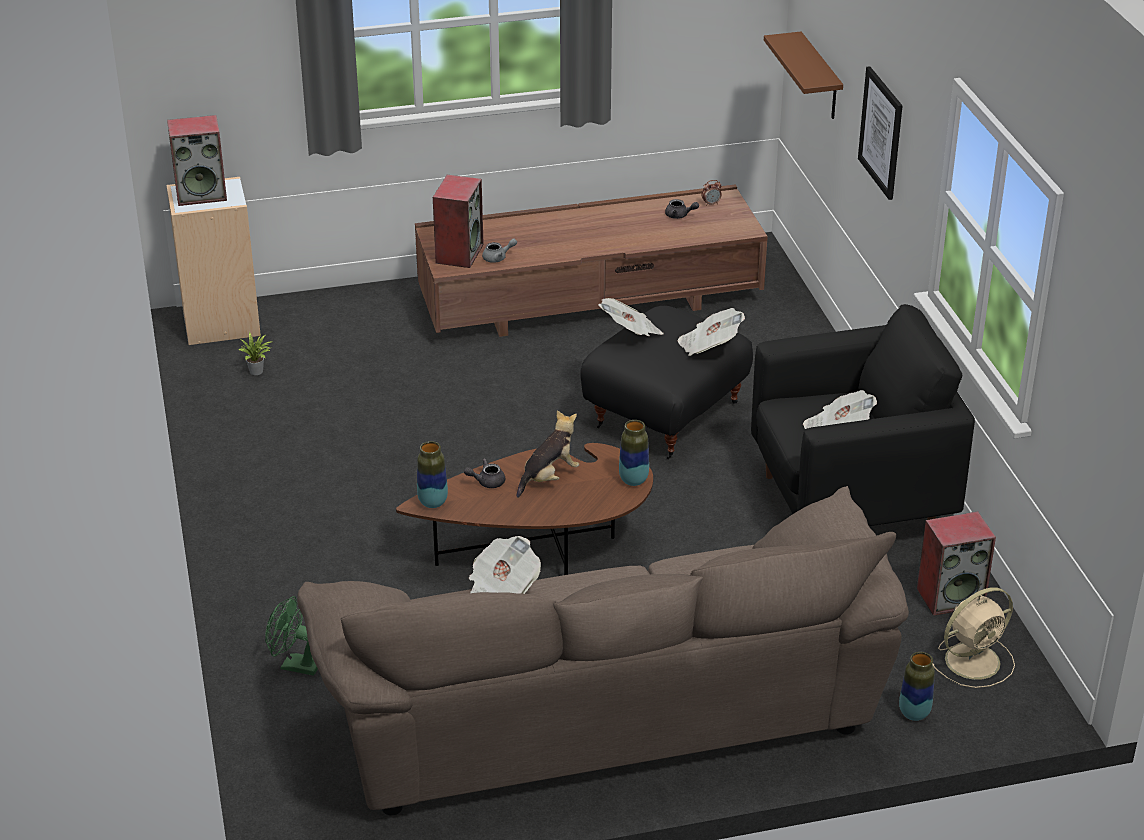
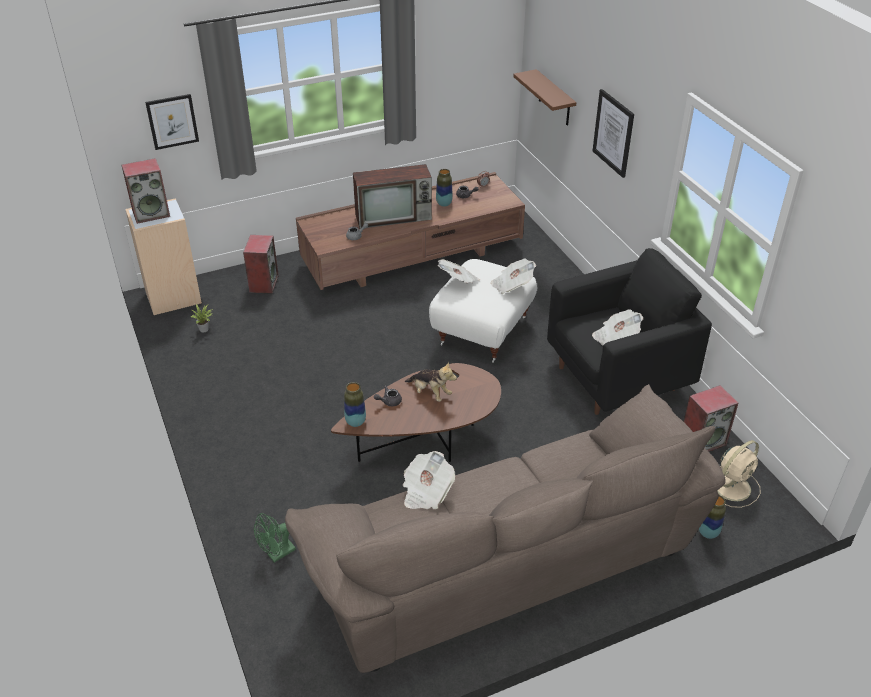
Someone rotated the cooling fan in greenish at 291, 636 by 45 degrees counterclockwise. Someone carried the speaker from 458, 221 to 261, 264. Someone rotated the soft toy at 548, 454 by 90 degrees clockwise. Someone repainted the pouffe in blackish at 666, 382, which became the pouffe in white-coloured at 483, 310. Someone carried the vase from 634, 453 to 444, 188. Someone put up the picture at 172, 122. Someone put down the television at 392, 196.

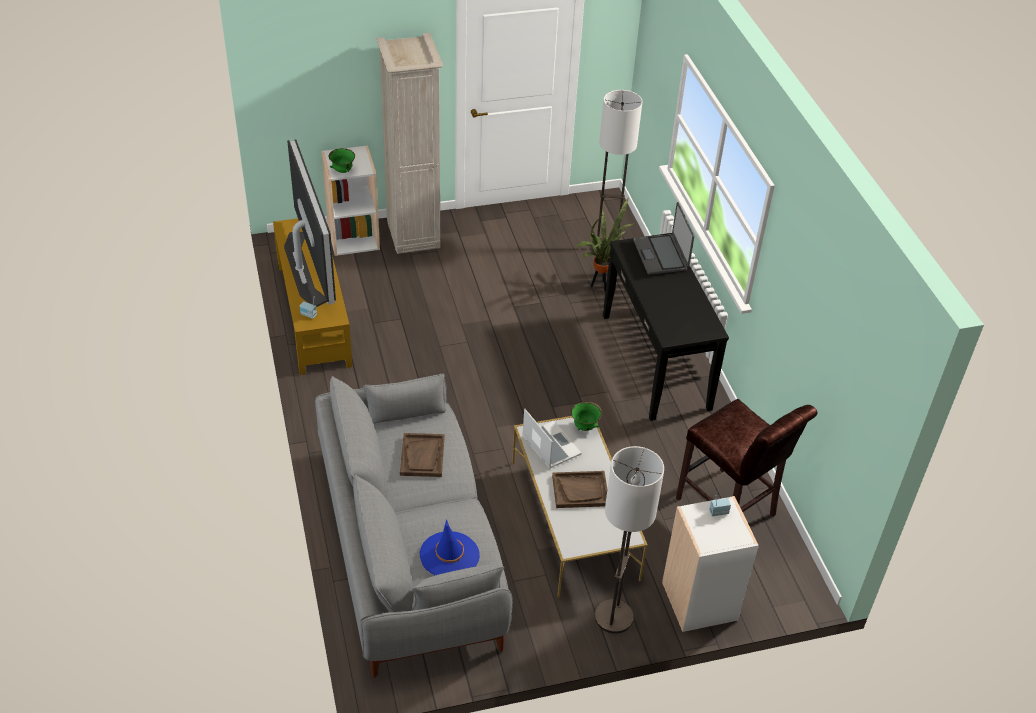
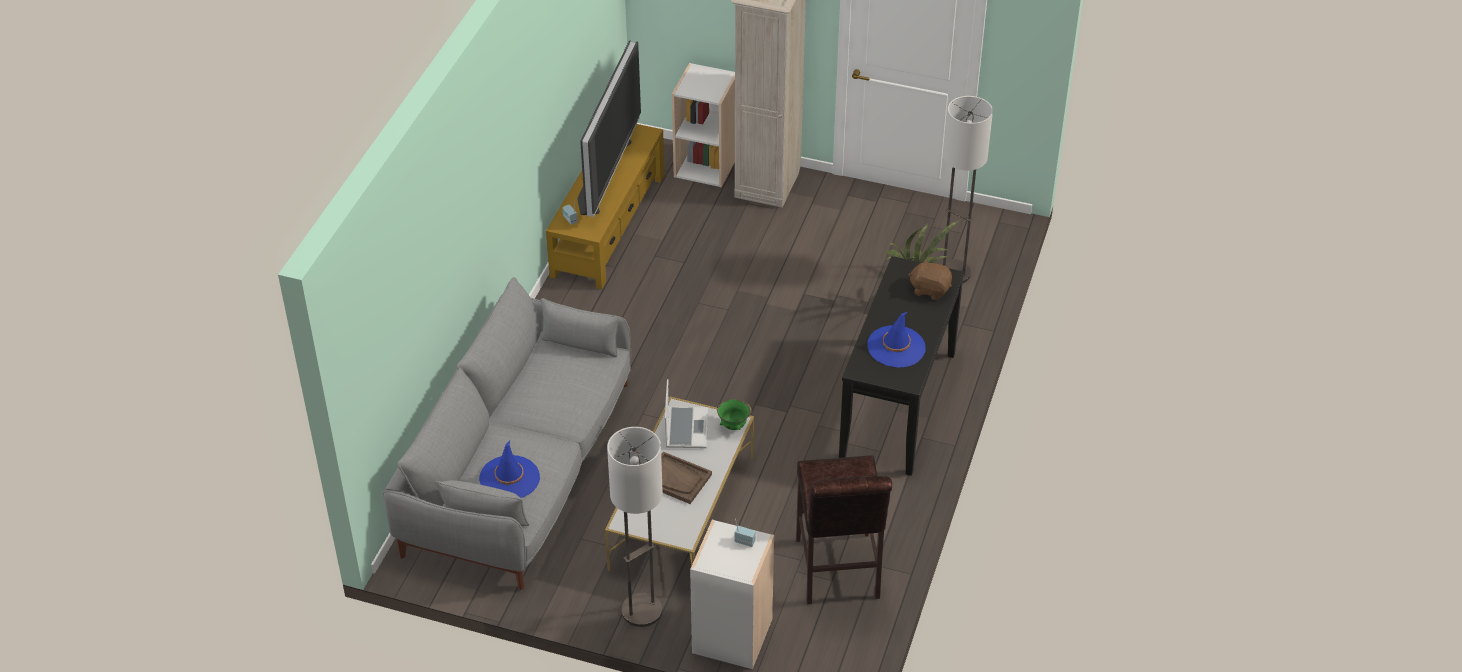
Someone took away the deep dish in greenish at 341, 160. Someone took away the carrying tray in brownish at 422, 455. Someone swapped the portable computer at 664, 238 for the soft toy in brownish at 930, 279. Someone put down the clothing hat in blue-coloured at 896, 340.

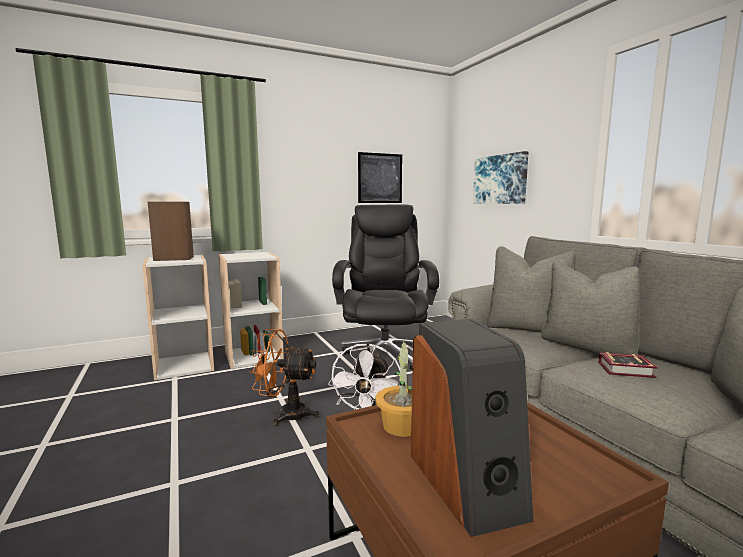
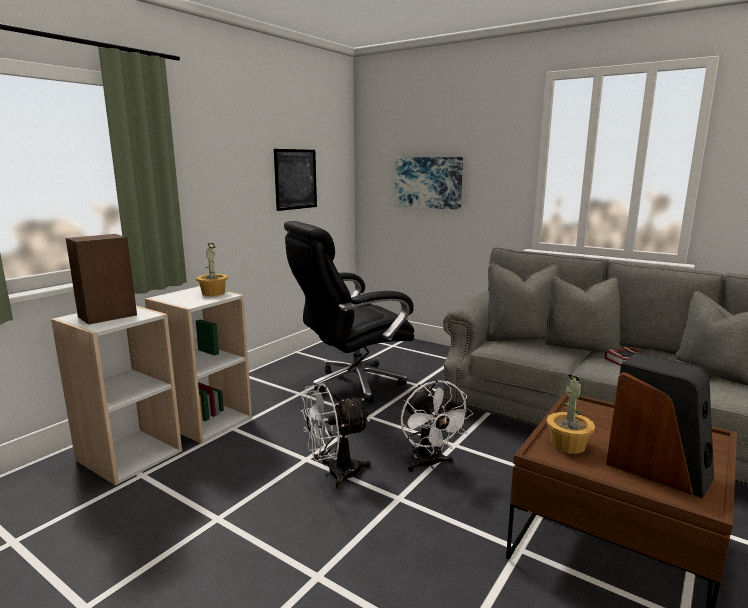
Someone repainted the cooling fan in orange at 284, 377, which became the cooling fan in white-coloured at 336, 436. Someone rotated the office chair in blackish at 385, 287 by 90 degrees counterclockwise. Someone put down the houseplant at 212, 269.

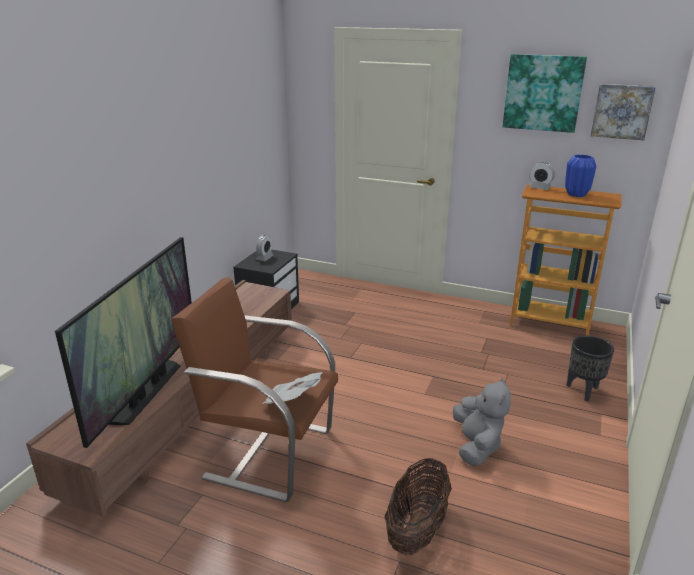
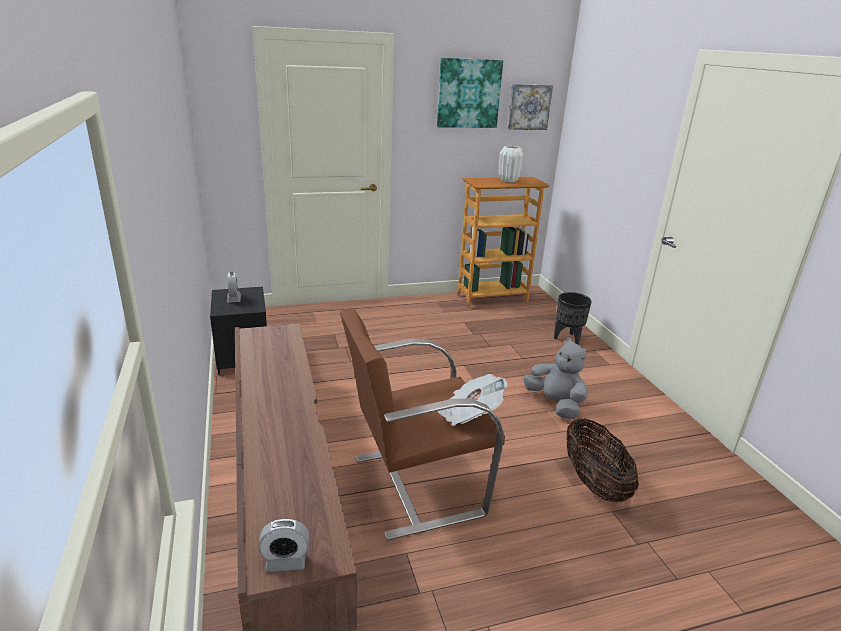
Someone took away the television at 123, 342. Someone carried the bedside clock from 542, 176 to 284, 545. Someone repainted the vase in blue-coloured at 580, 175, which became the vase in white-coloured at 511, 164.

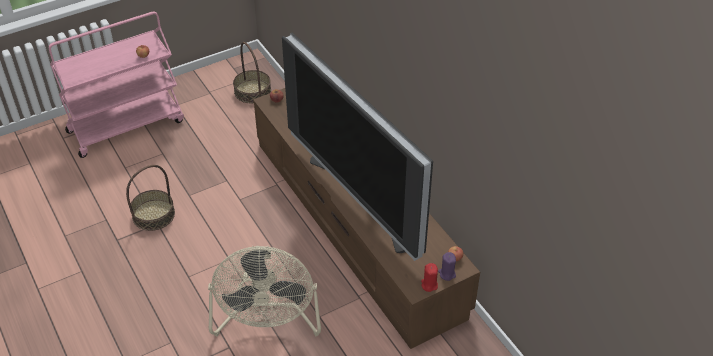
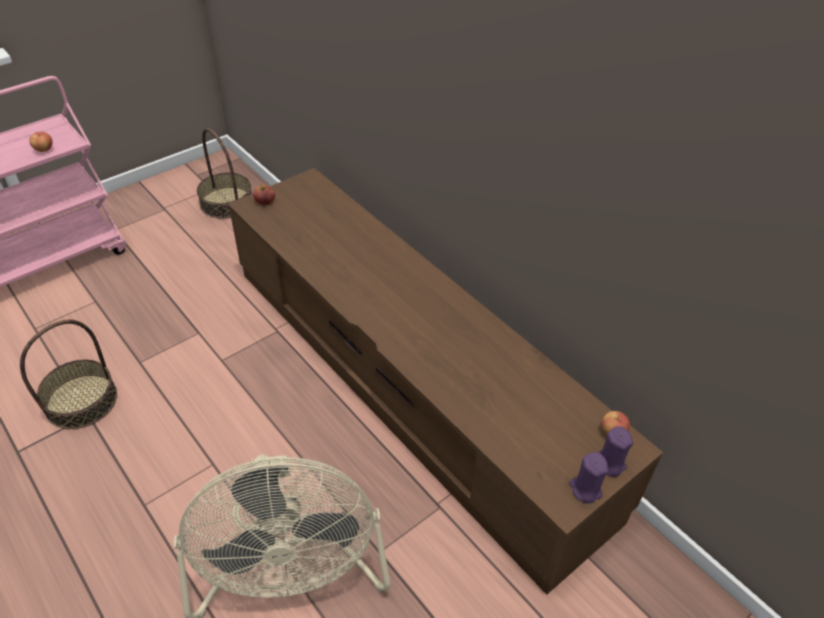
Someone took away the television at 357, 147. Someone repainted the wax candle in reddish at 429, 277, which became the wax candle in purple at 588, 478.

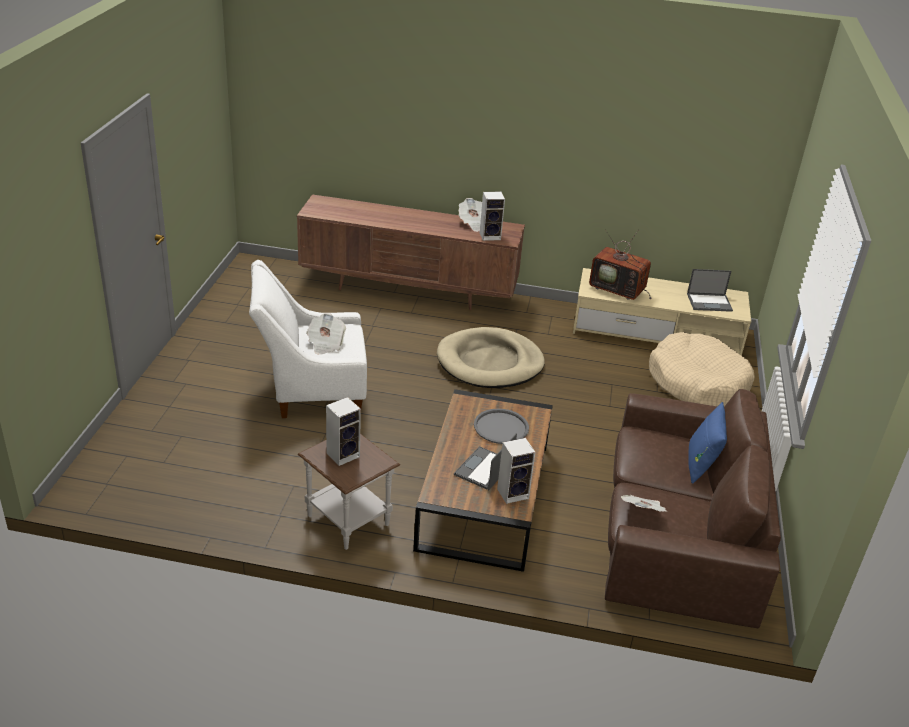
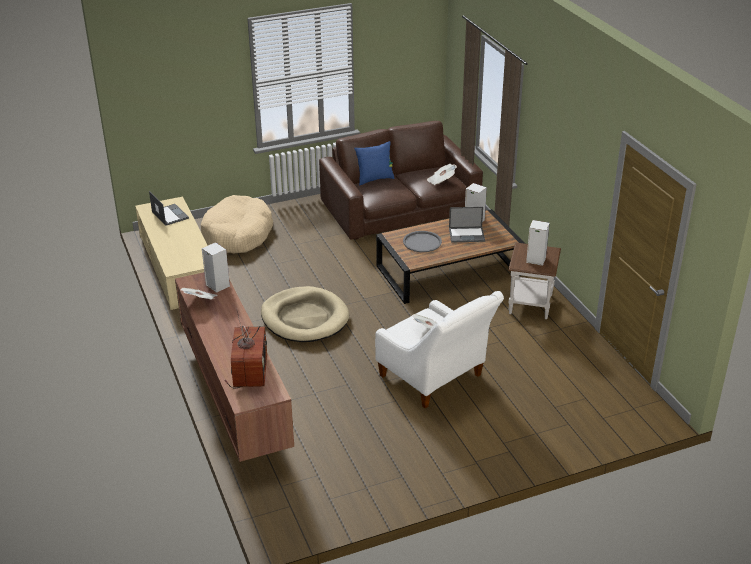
Someone carried the television from 620, 264 to 246, 348.

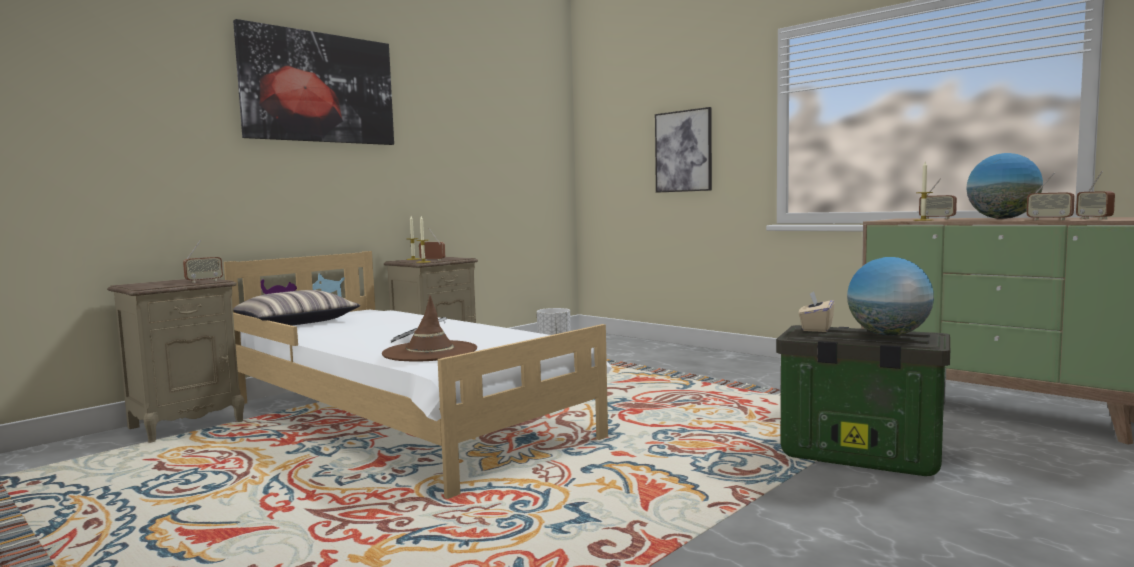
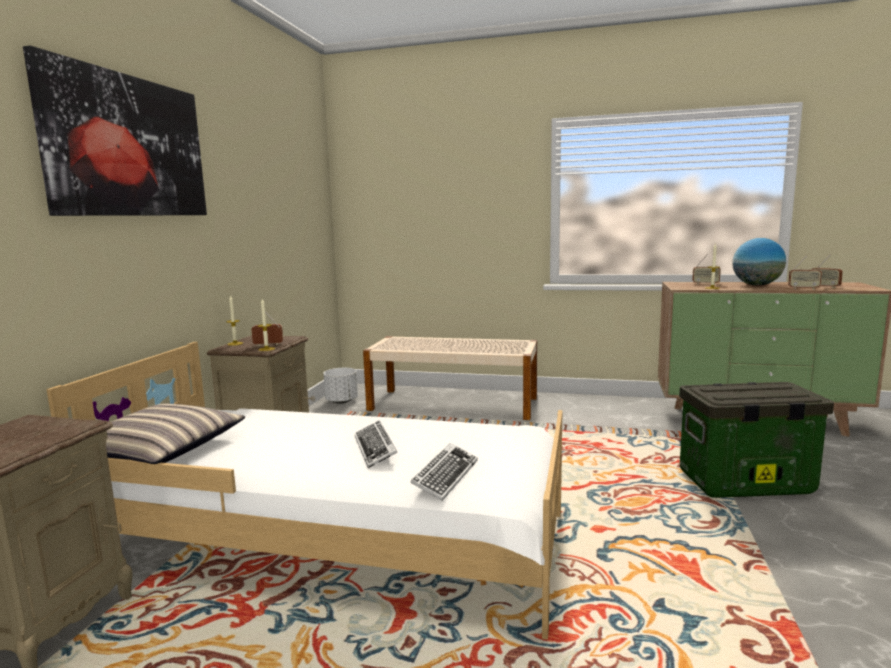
Someone took away the radio at 203, 261. Someone swapped the clothing hat in brownish at 429, 328 for the keyboard at 444, 472. Someone took away the picture at 683, 150. Someone took away the tissue holder in beige-coloured at 816, 311. Someone took away the globe at 890, 296. Someone put down the long seat in beige-coloured at 450, 378.

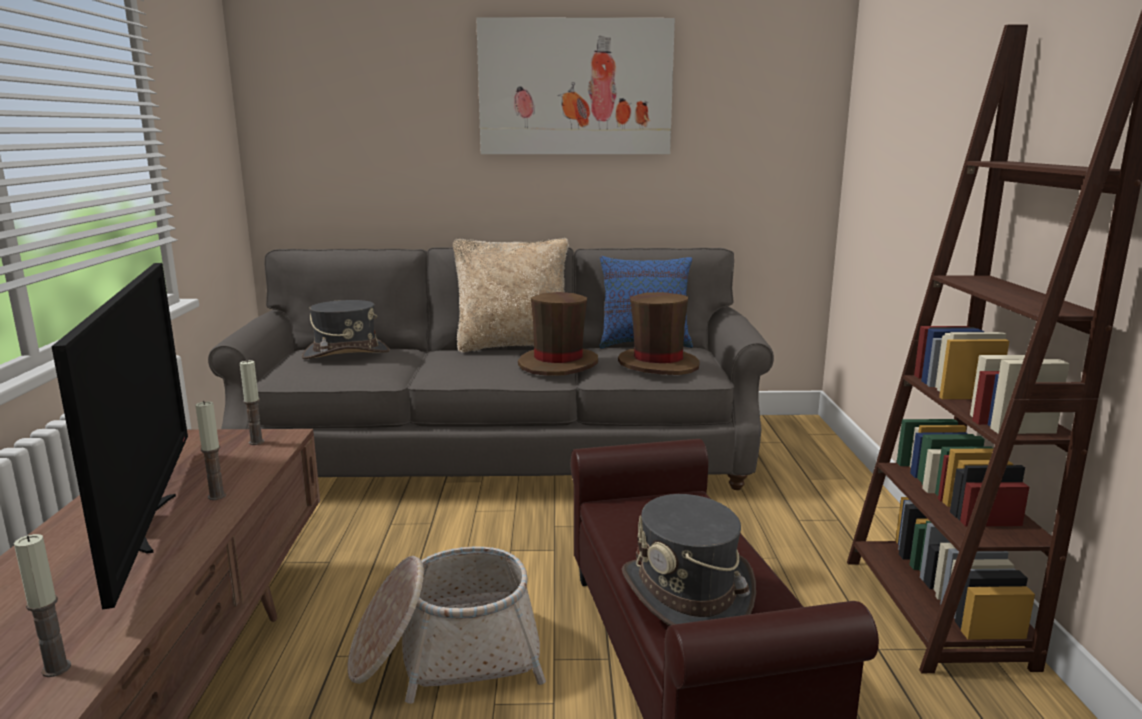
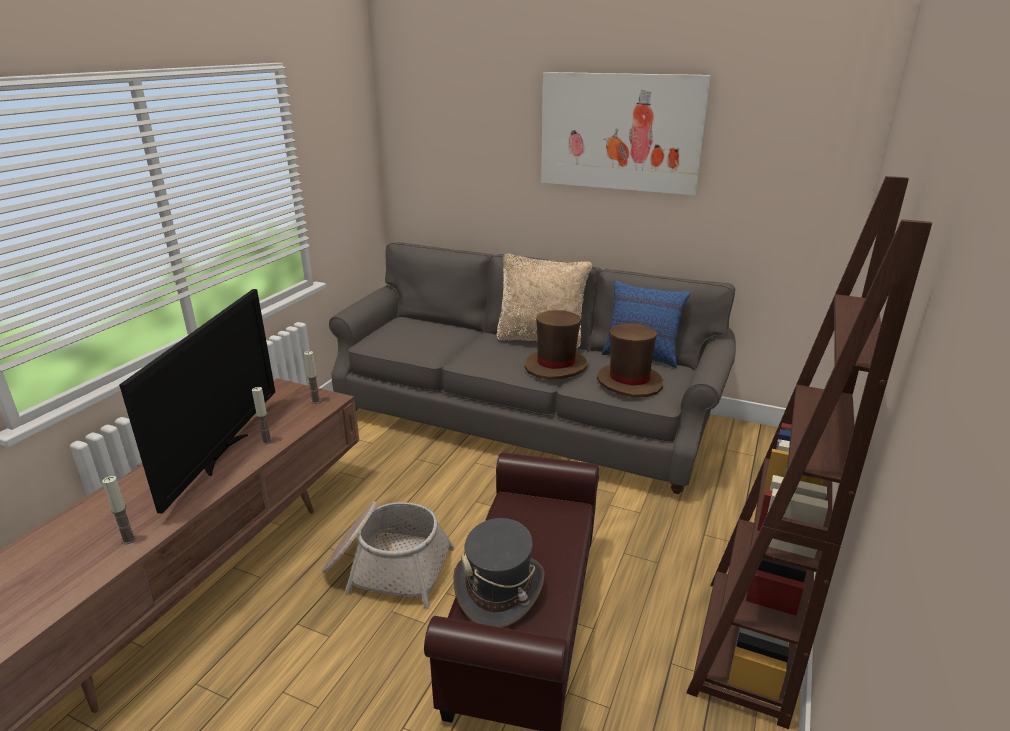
Someone took away the clothing hat in greyish at 345, 329.

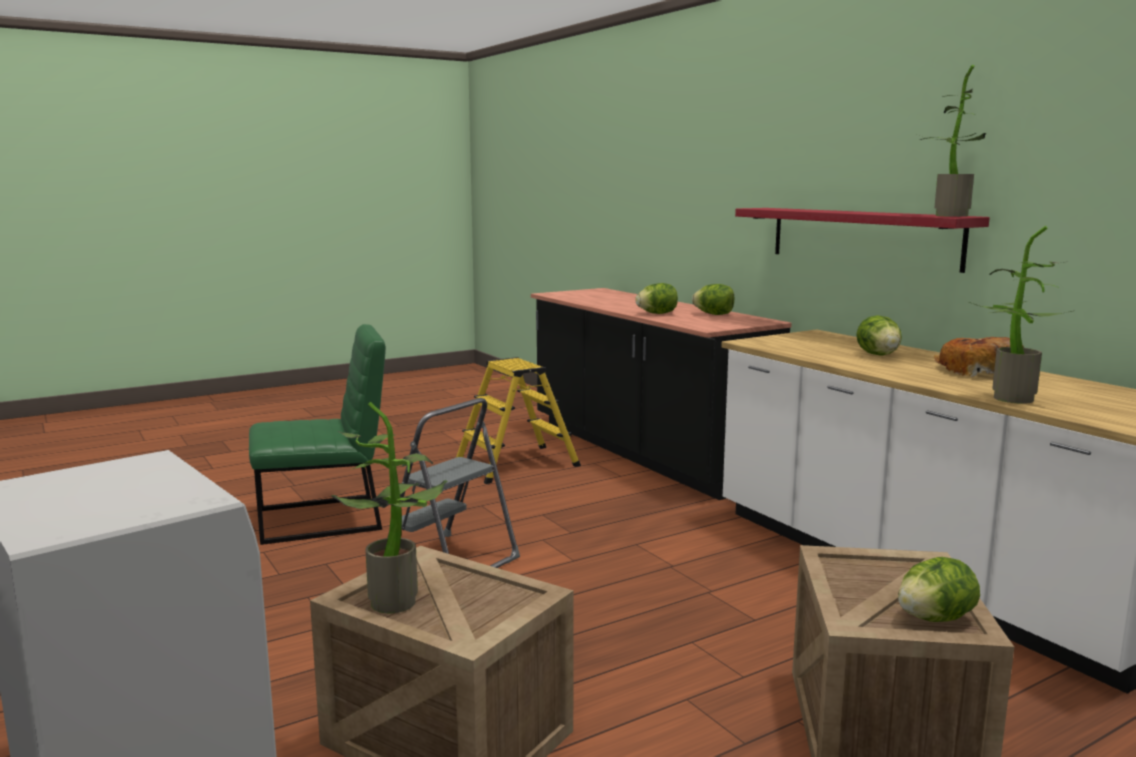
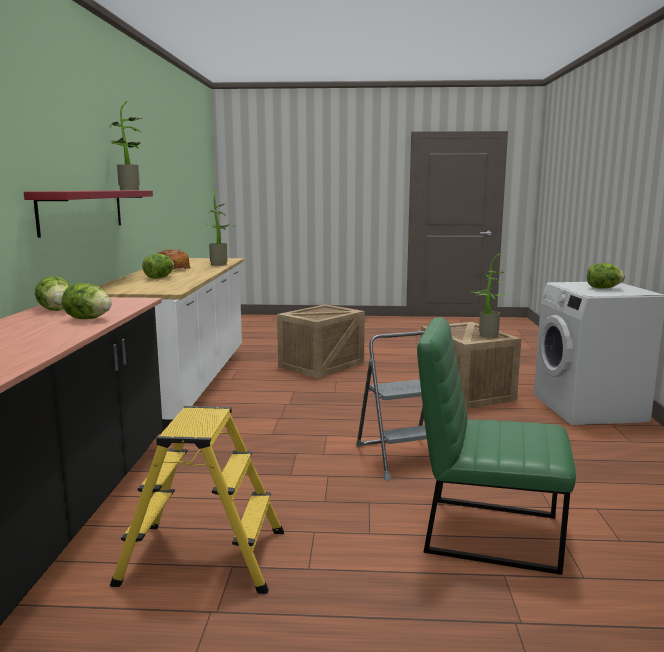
Someone carried the lettuce from 939, 589 to 606, 276.

